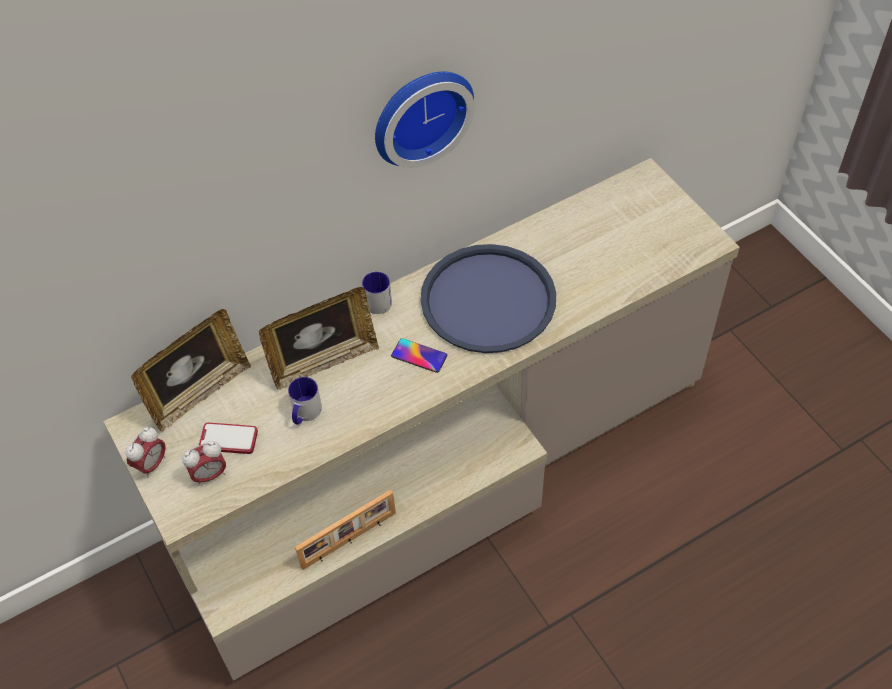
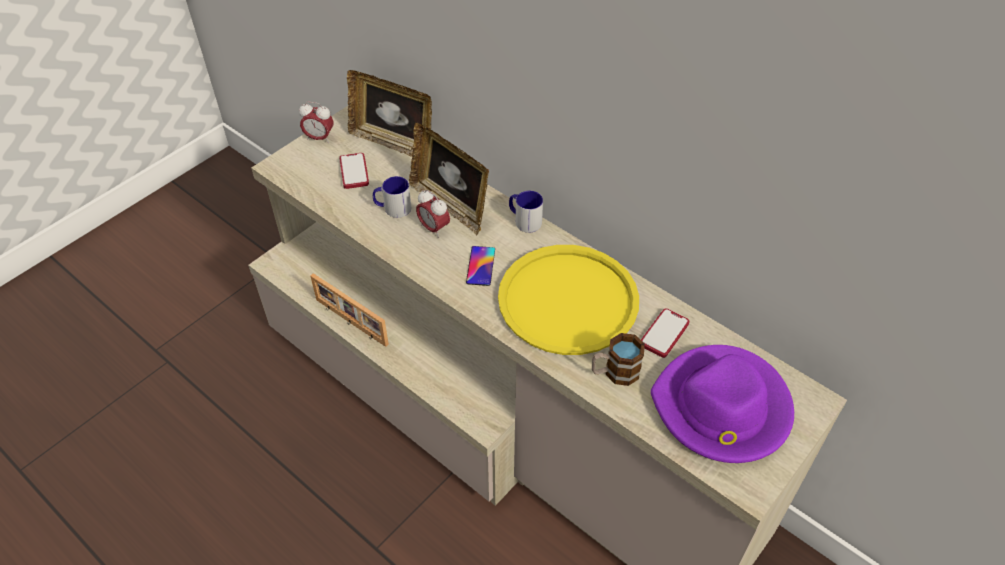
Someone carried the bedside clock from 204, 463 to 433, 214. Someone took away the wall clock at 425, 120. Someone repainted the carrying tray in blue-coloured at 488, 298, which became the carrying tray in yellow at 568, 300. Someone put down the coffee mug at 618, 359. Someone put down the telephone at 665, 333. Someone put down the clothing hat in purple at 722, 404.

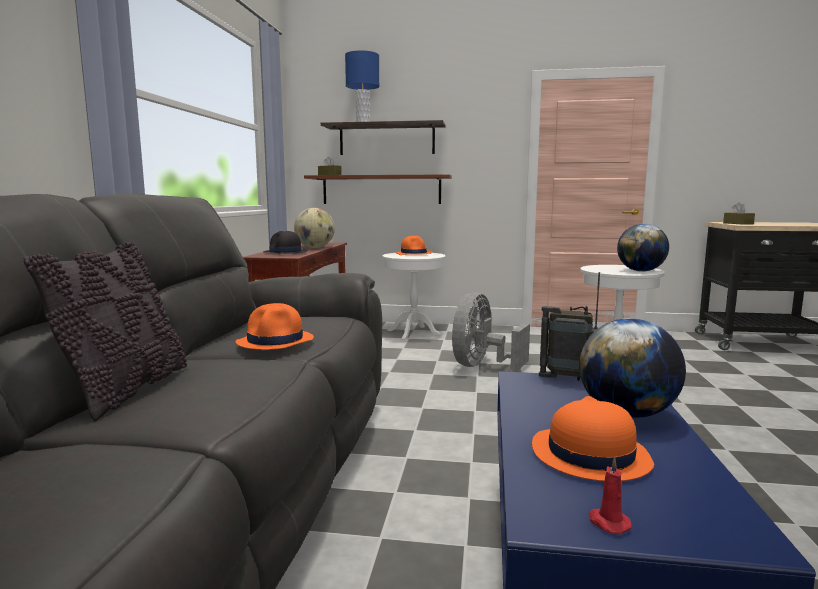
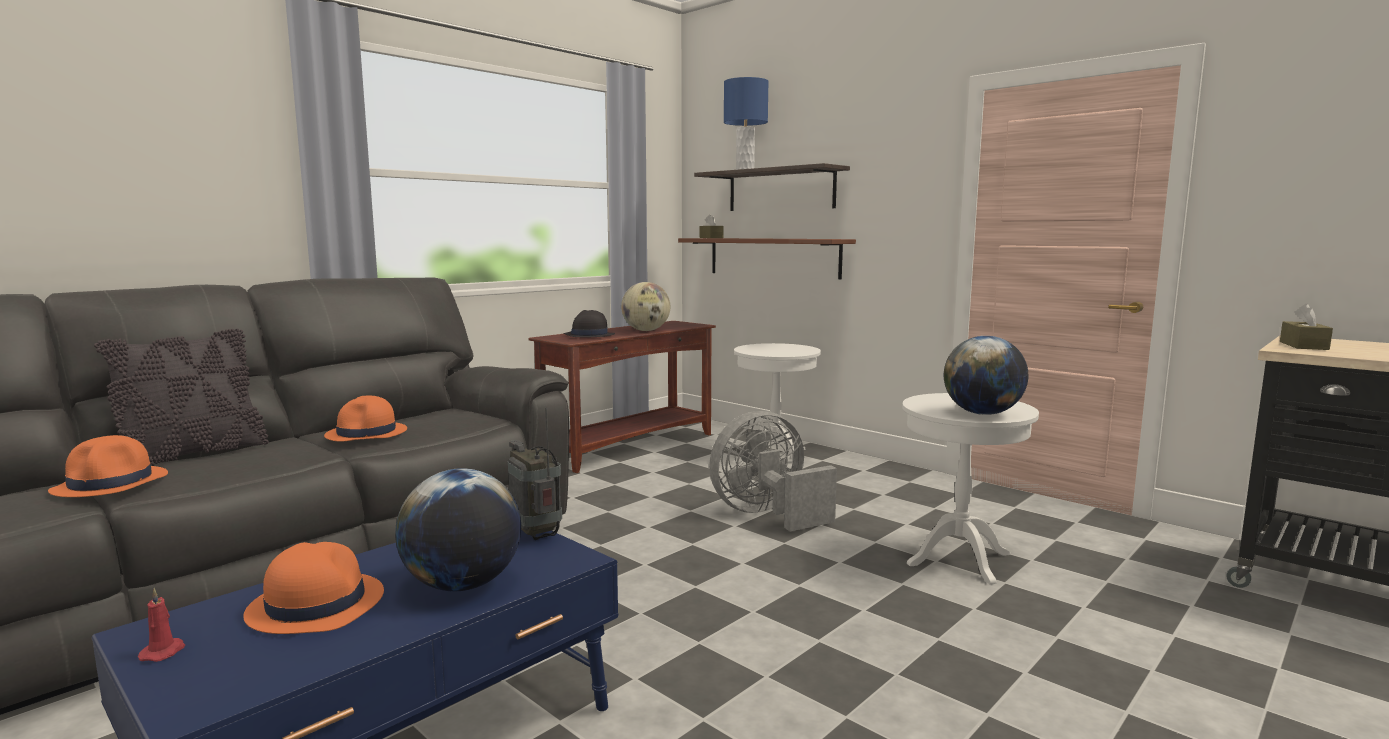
Someone carried the clothing hat in orange from 414, 245 to 108, 466.

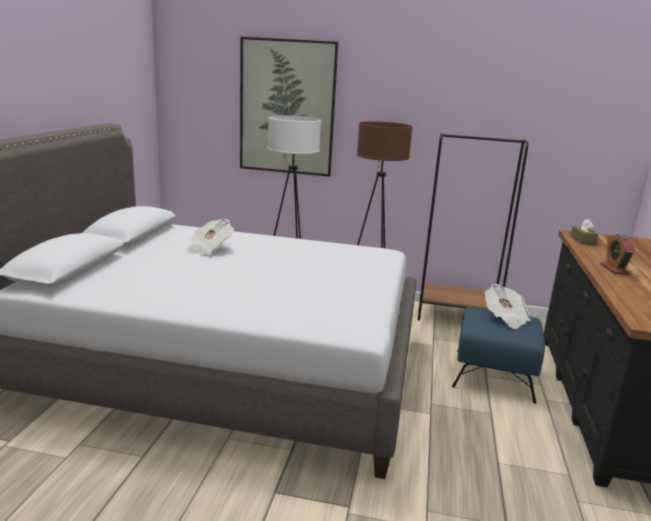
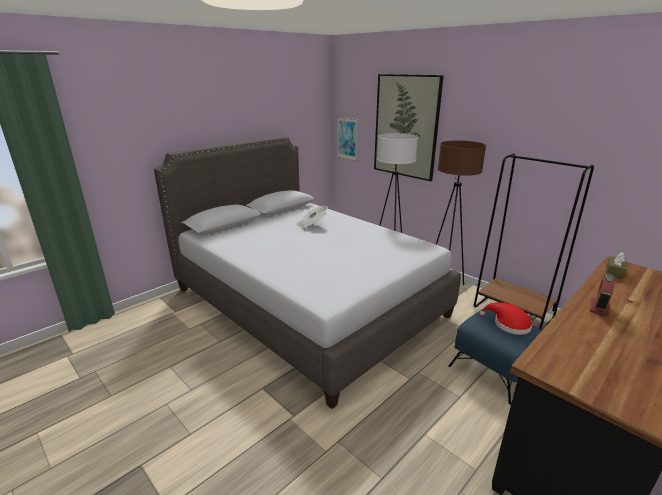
Someone swapped the printed paper at 508, 306 for the clothing hat in reddish at 506, 318. Someone put up the picture at 347, 139.

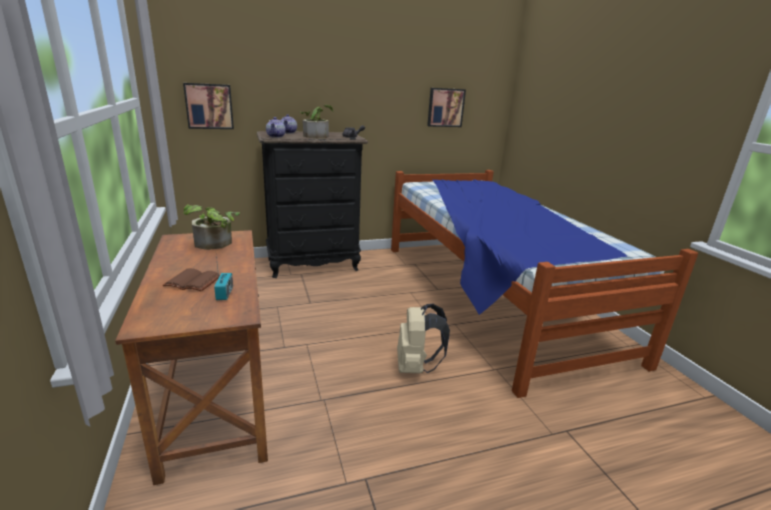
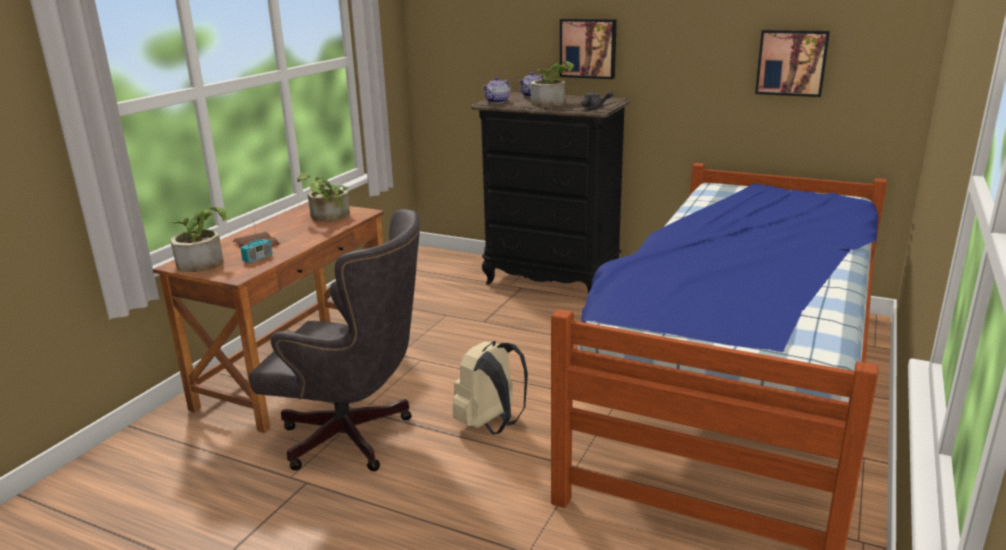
Someone carried the picture from 208, 106 to 588, 49. Someone put down the houseplant at 198, 239. Someone put down the office chair in greyish at 334, 340.

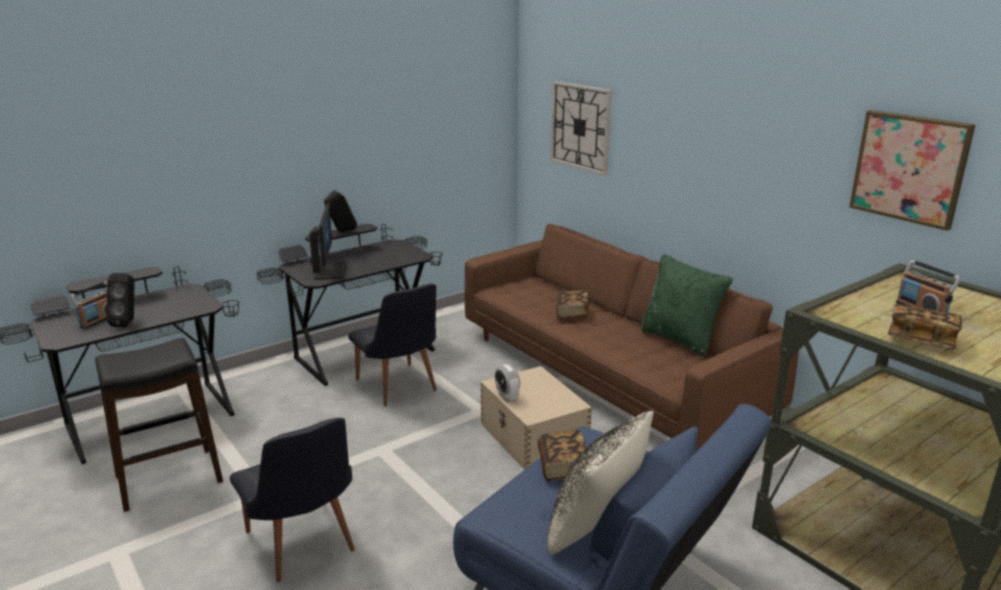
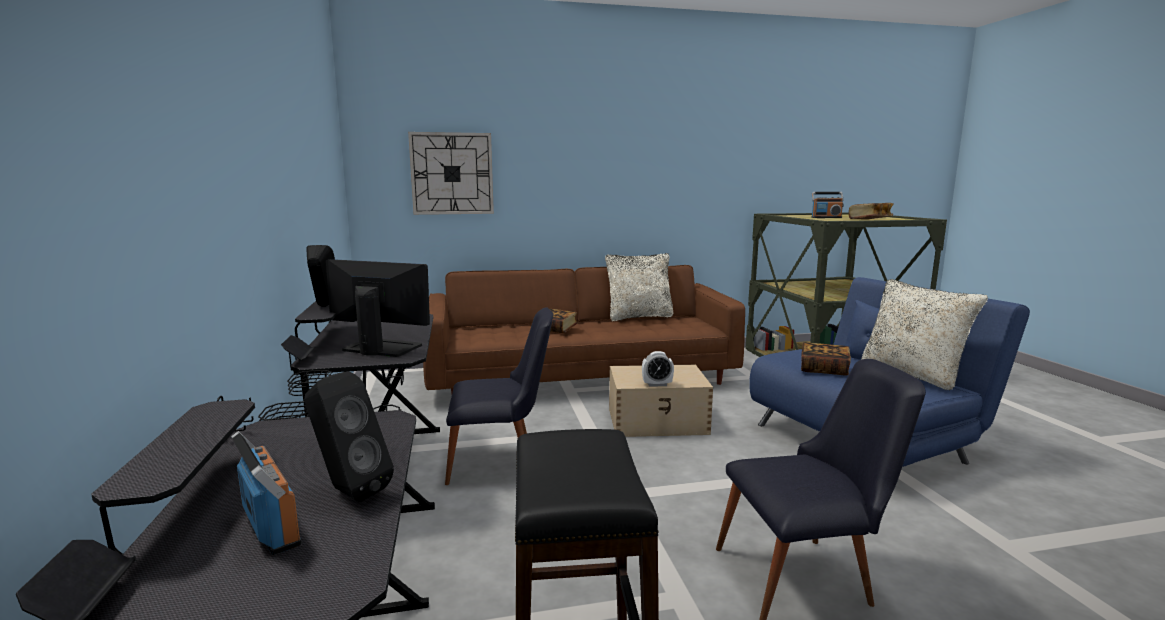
Someone repainted the cushion in greenish at 687, 304, which became the cushion in beige-coloured at 639, 287. Someone took away the picture at 912, 170.

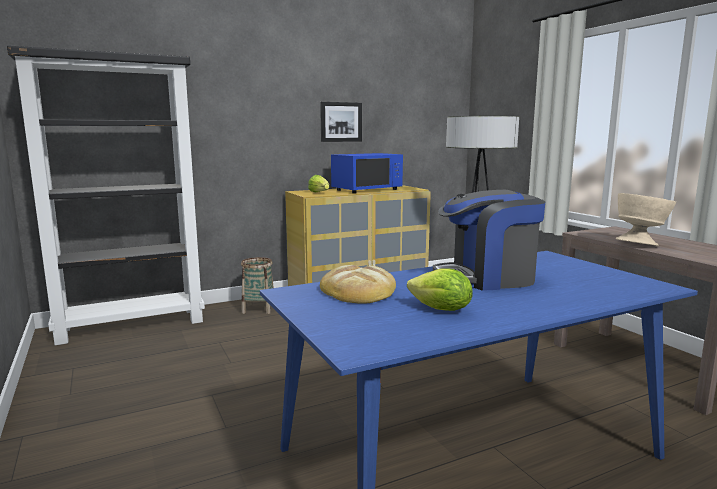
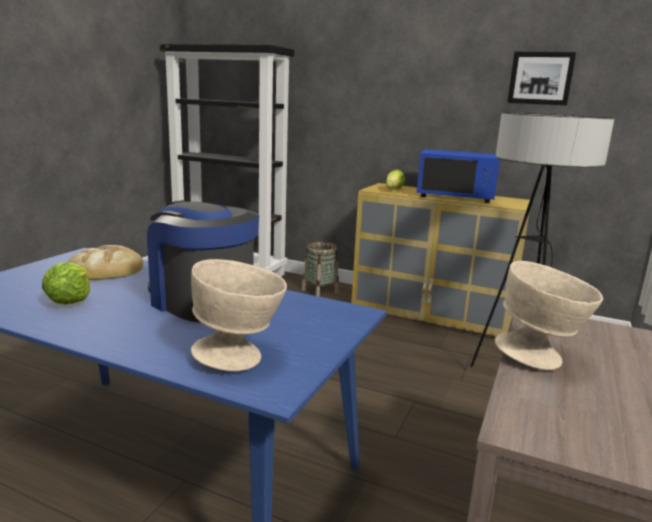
Someone carried the picture from 341, 122 to 541, 78. Someone put down the deep dish in beige-coloured at 239, 315.

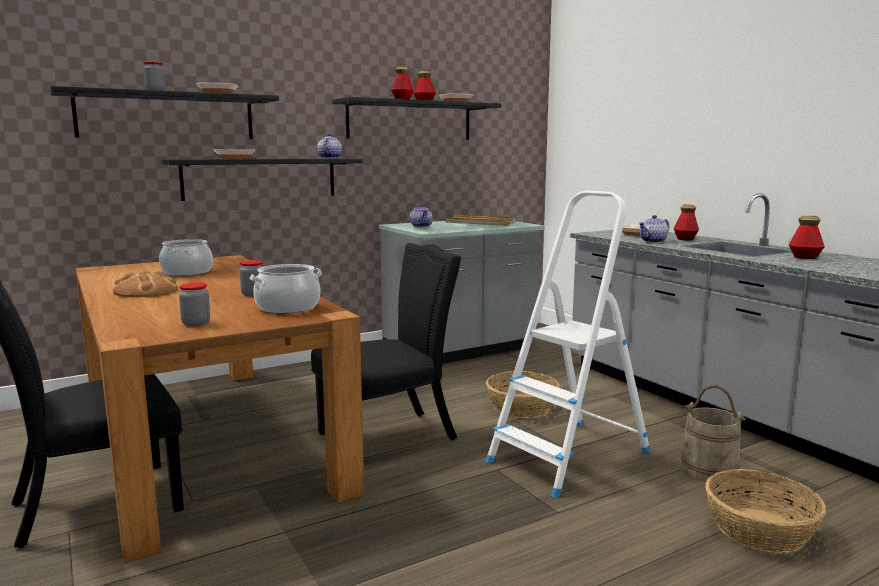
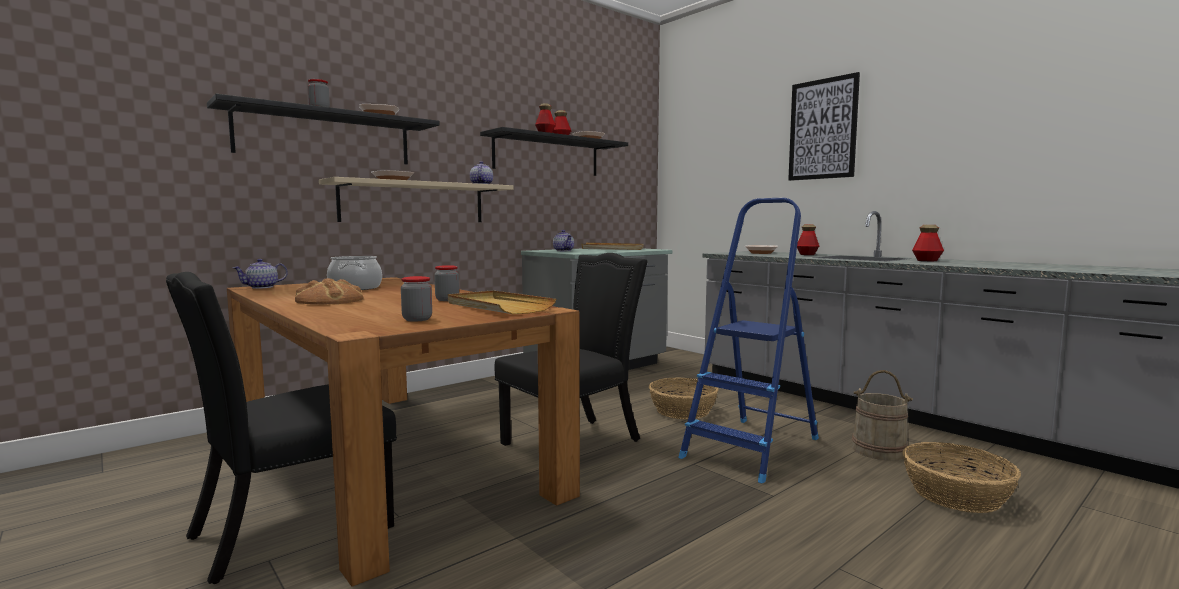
Someone repainted the wall shelf in blackish at 262, 179, which became the wall shelf in beige-coloured at 416, 199. Someone swapped the stockpot at 285, 288 for the carrying tray in beige-coloured at 502, 302. Someone repainted the step stool in white-coloured at 567, 344, which became the step stool in blue-coloured at 748, 340. Someone carried the teapot from 654, 229 to 260, 274. Someone put up the picture at 824, 126.

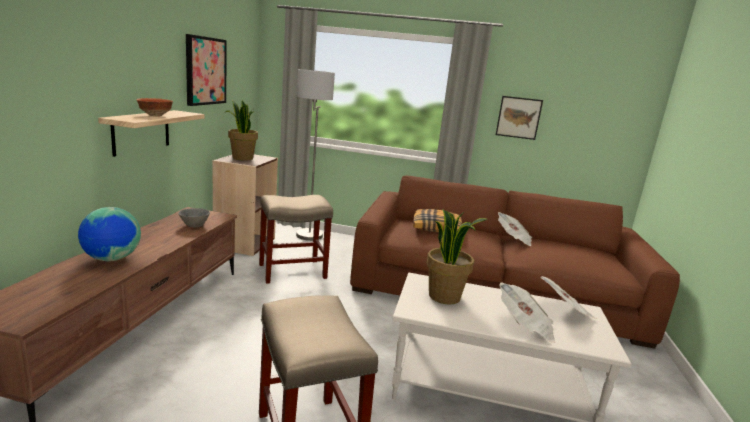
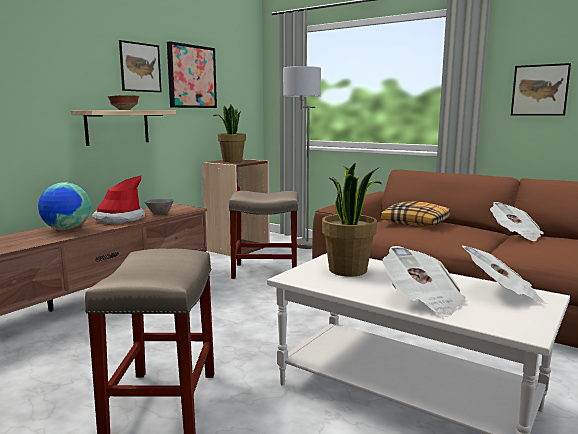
Someone put down the clothing hat at 118, 200. Someone put up the picture at 140, 66.

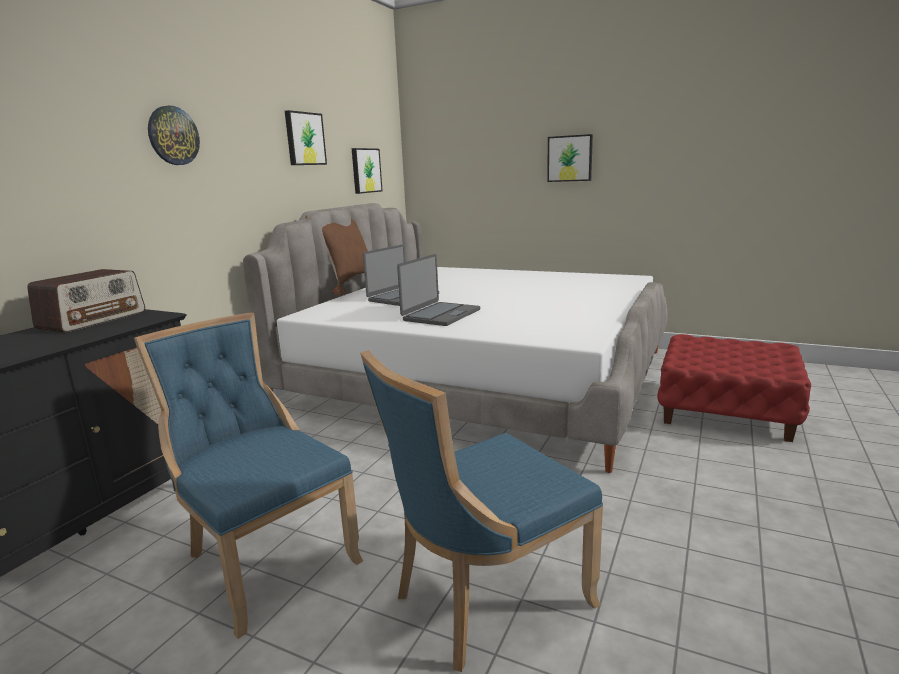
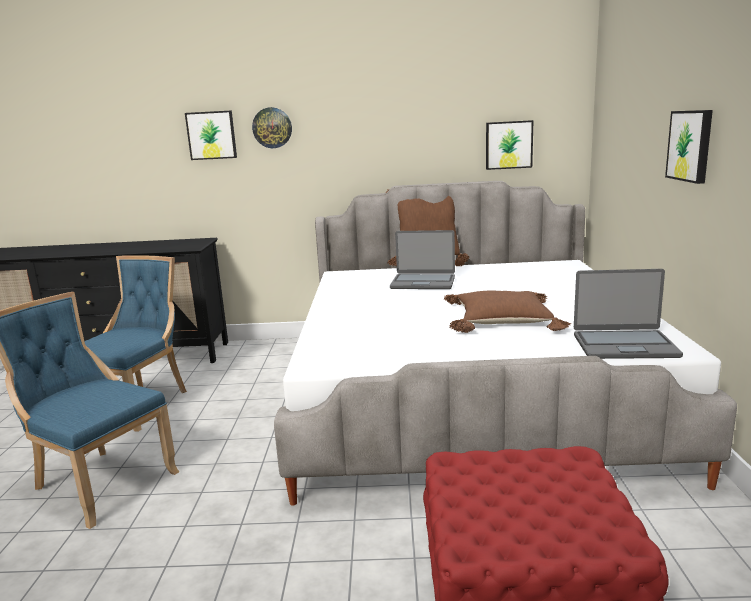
Someone took away the radio at 86, 300. Someone carried the picture from 306, 137 to 211, 135. Someone carried the portable computer from 438, 290 to 628, 314. Someone put down the cushion in brownish at 507, 311.

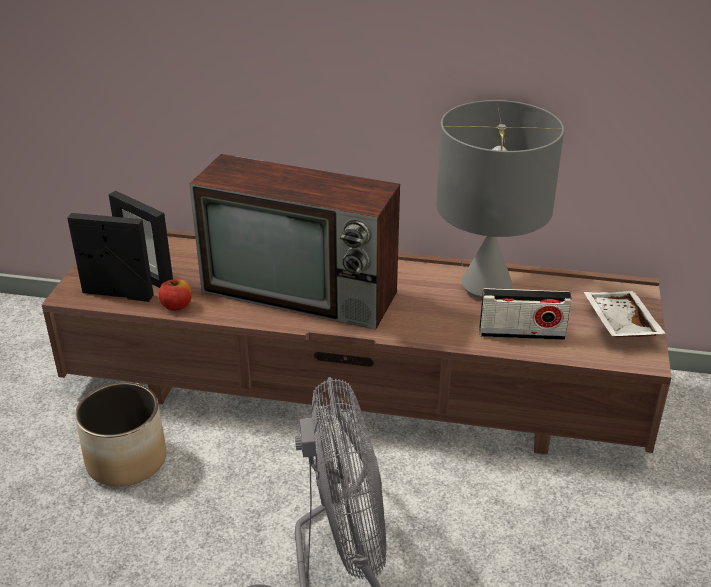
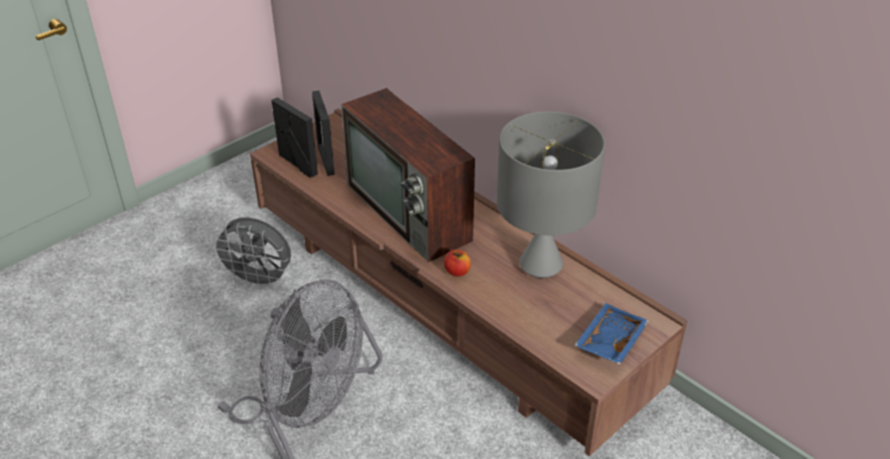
Someone swapped the flower pot at 120, 434 for the cooling fan in greyish at 250, 253. Someone carried the whole apple from 175, 294 to 457, 263. Someone took away the radio at 525, 314. Someone repainted the carrying tray in white-coloured at 625, 314, which became the carrying tray in blue-coloured at 611, 334.

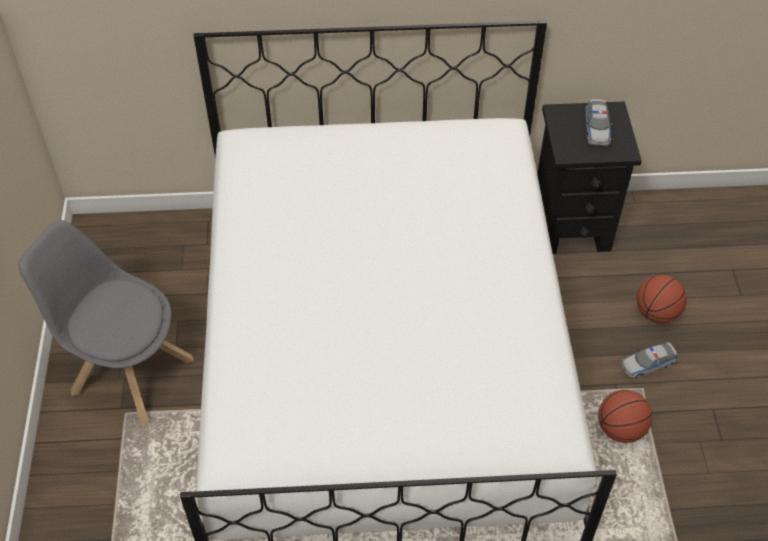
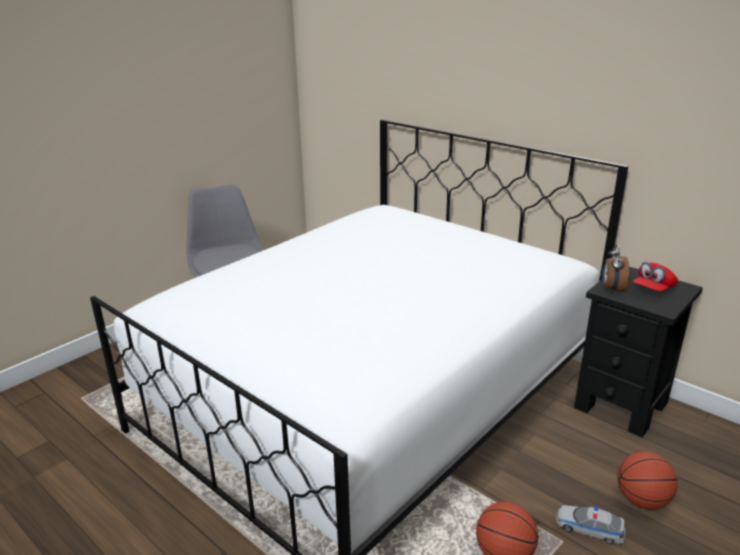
Someone swapped the miniature car at 599, 122 for the baseball cap in reddish at 655, 276. Someone put down the bedside clock at 615, 269.

